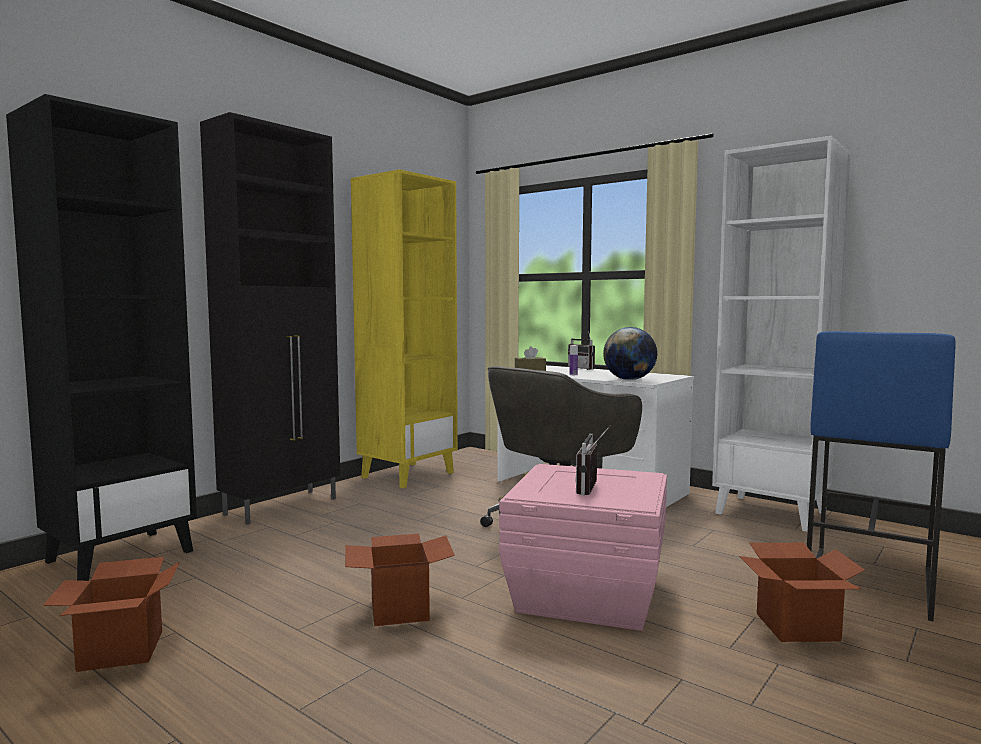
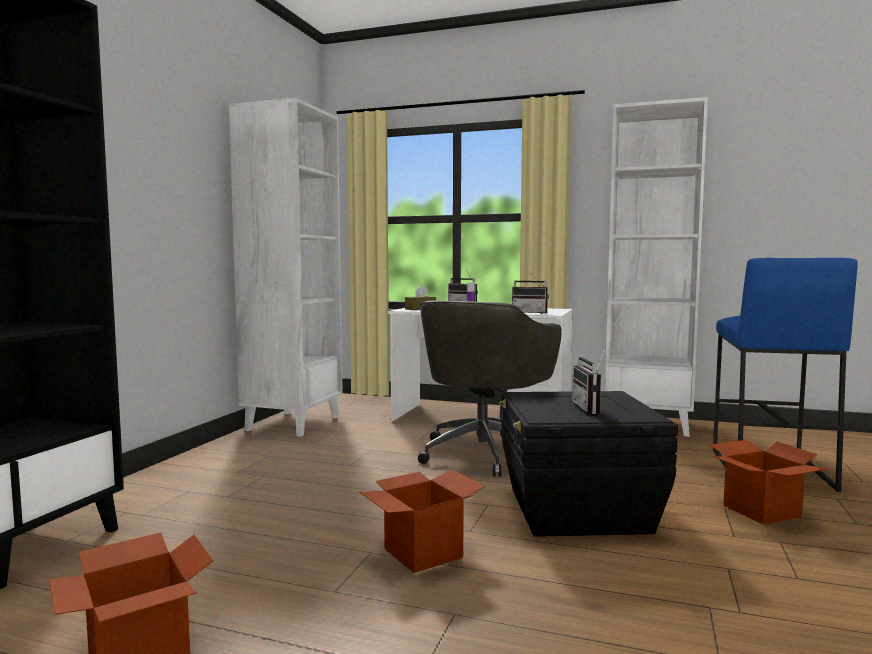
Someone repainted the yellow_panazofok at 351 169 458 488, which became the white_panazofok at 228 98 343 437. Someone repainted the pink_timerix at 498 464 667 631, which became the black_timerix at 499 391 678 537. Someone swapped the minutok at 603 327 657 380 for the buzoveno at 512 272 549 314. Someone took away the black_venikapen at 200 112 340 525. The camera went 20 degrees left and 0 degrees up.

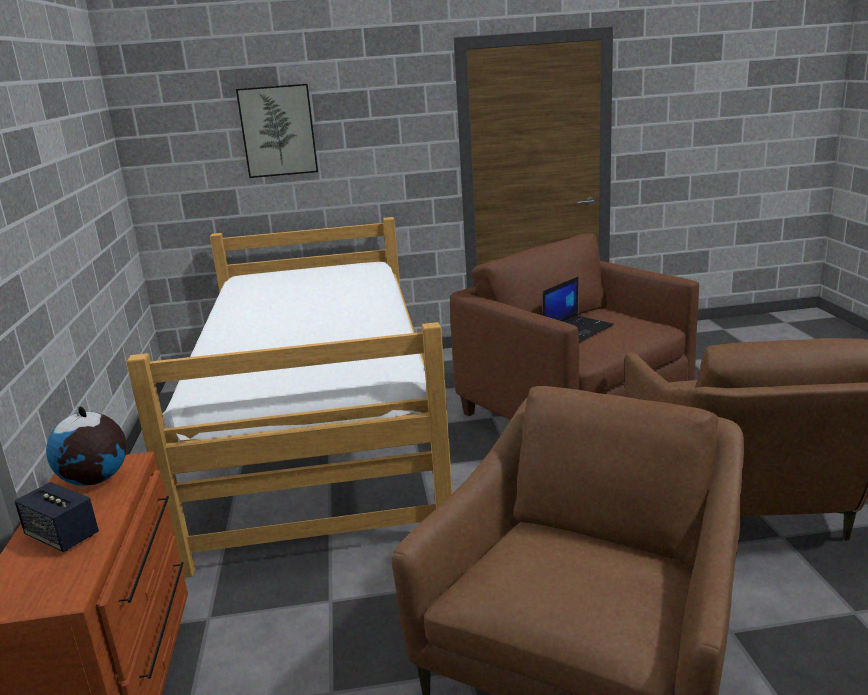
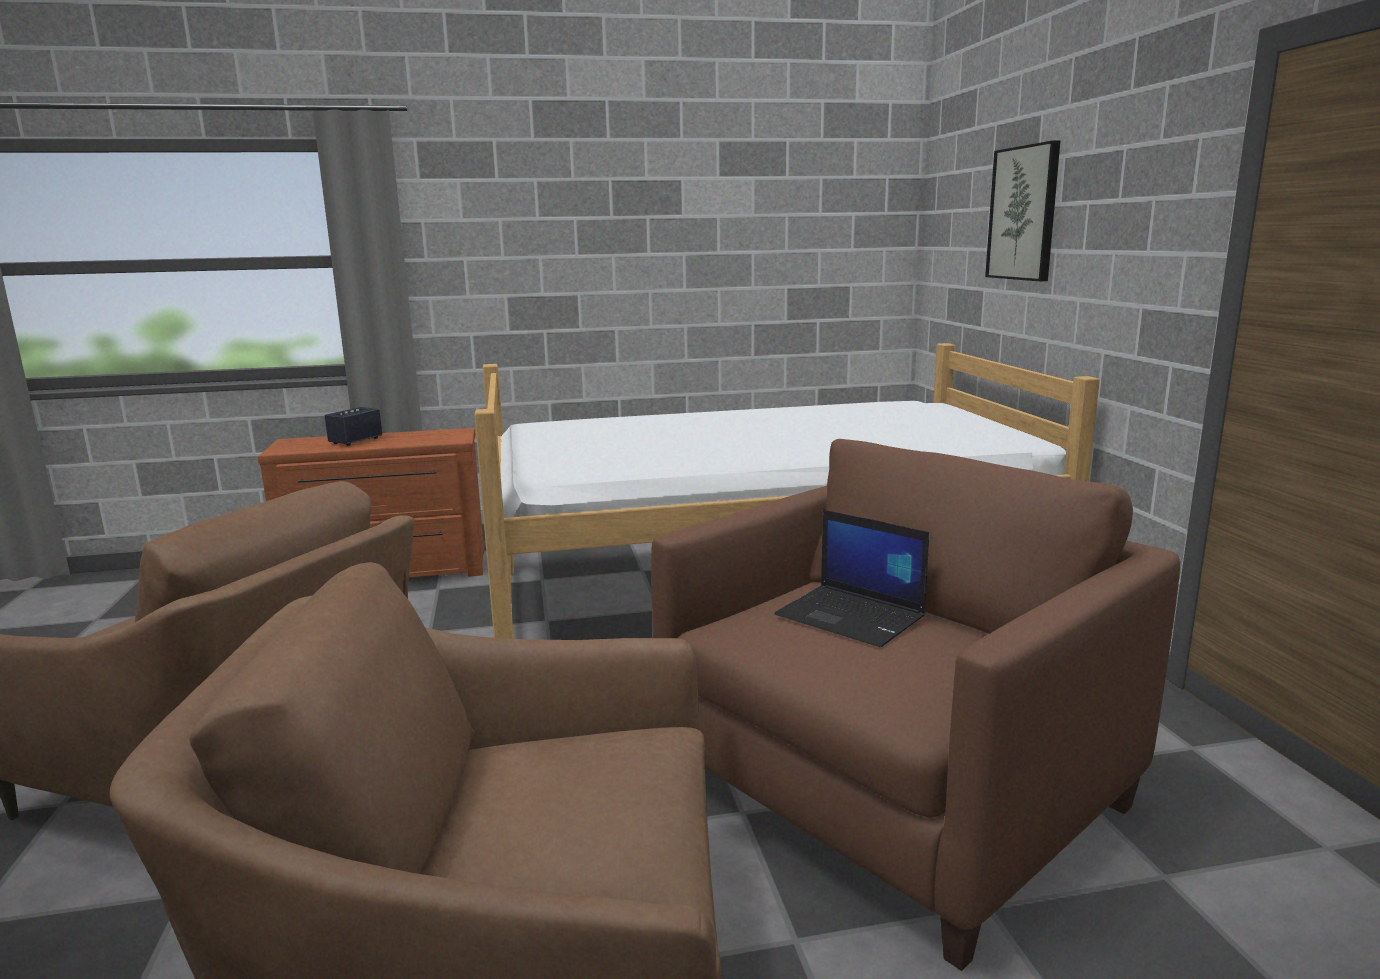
Someone took away the minutok at 46 406 127 486. The camera went 85 degrees right and 5 degrees down.

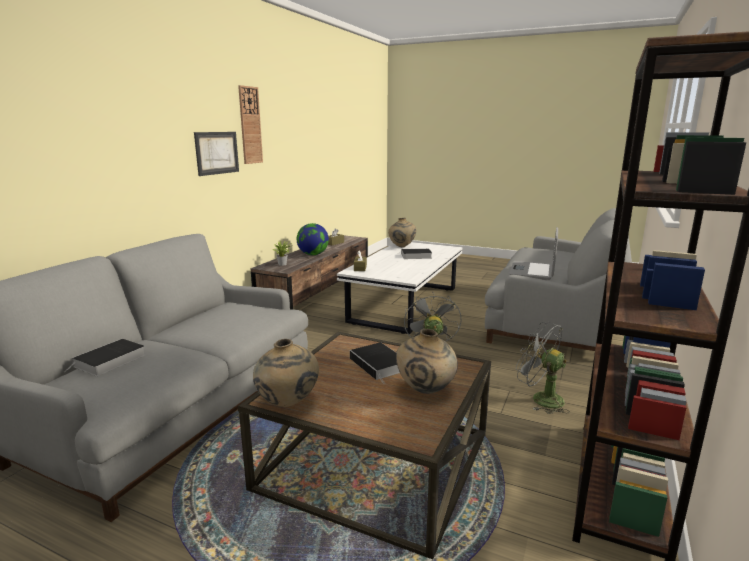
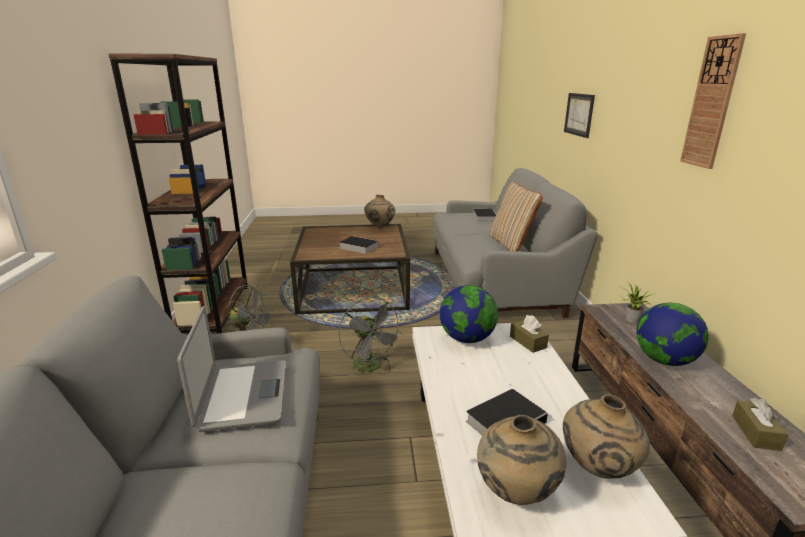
Someone put down the minutok at 440 285 498 343. Someone carried the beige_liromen from 396 329 458 394 to 477 415 567 505. Someone put down the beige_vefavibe at 489 182 543 251. Someone carried the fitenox from 194 132 239 176 to 564 93 595 138. The camera went 150 degrees right and 5 degrees up.

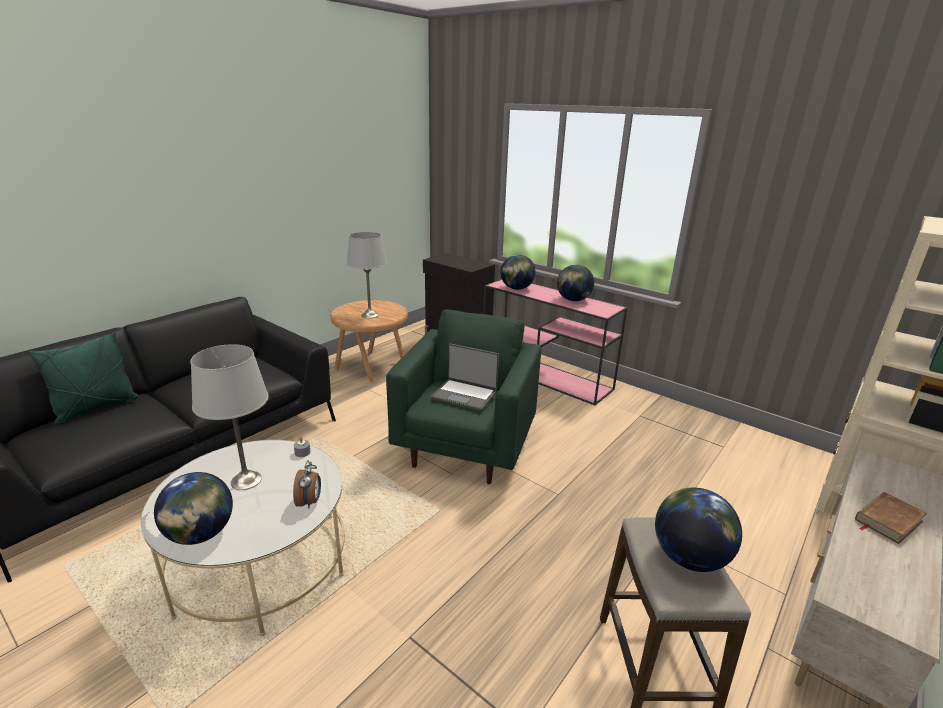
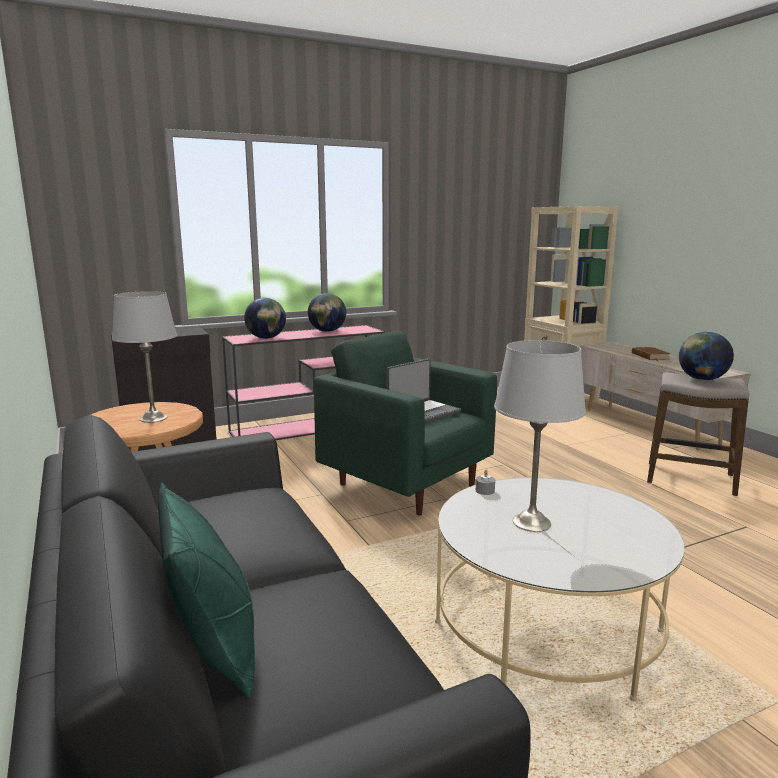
Someone took away the minutok at 154 472 233 545. Someone took away the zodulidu at 293 460 321 509. The camera went 65 degrees left and 10 degrees down.

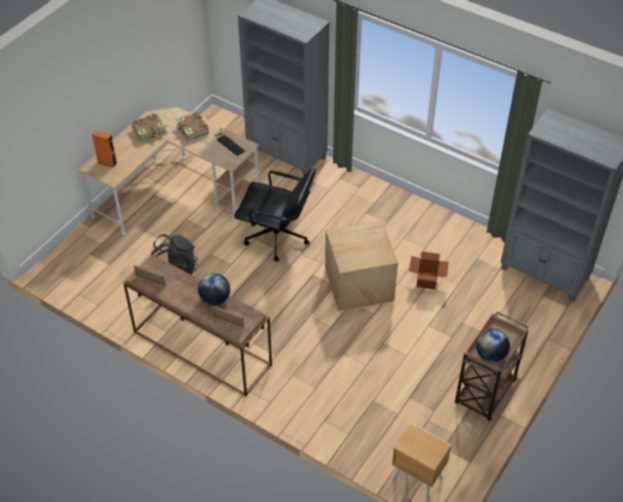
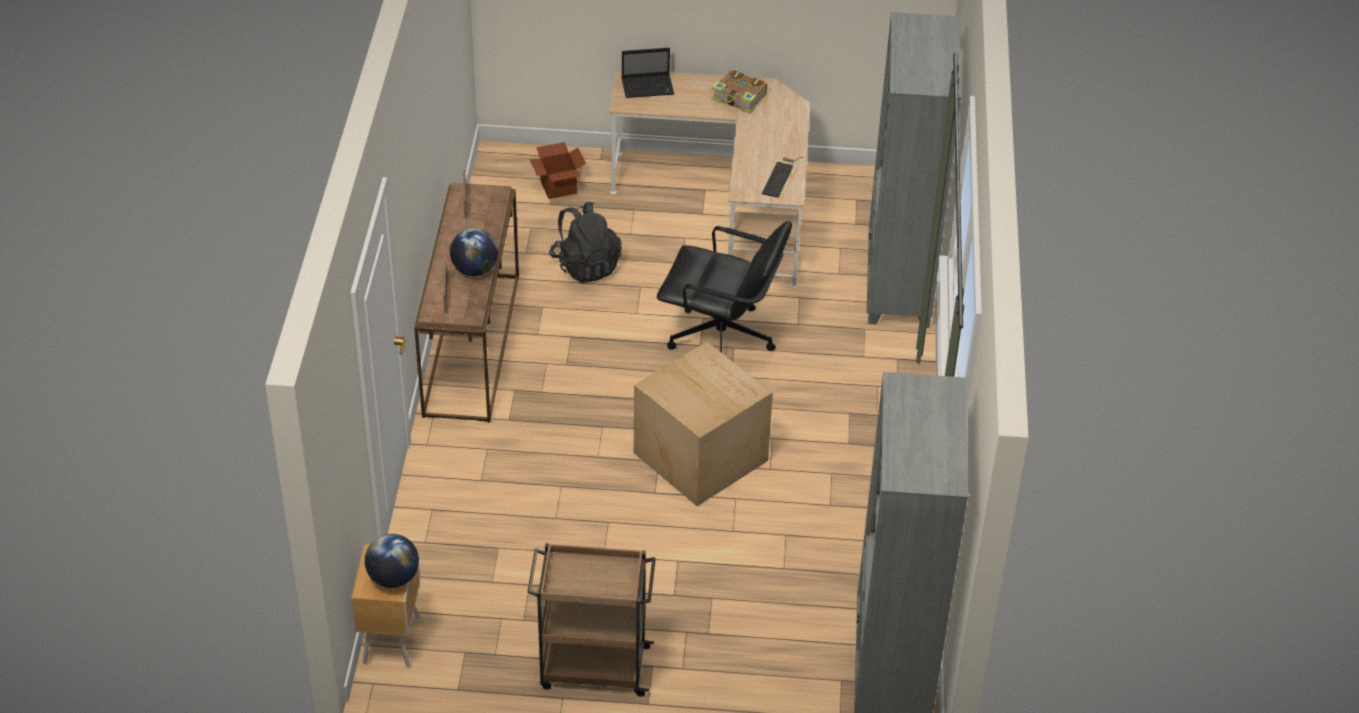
Someone carried the minutok from 476 329 510 362 to 365 534 419 588. Someone carried the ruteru from 409 252 449 290 to 530 142 586 199. Someone swapped the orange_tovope at 92 131 117 167 for the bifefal at 621 48 674 98. Someone rotated the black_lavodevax at 234 168 316 261 by 60 degrees counterclockwise. Someone took away the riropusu at 176 112 209 142. The camera went 60 degrees right and 5 degrees down.

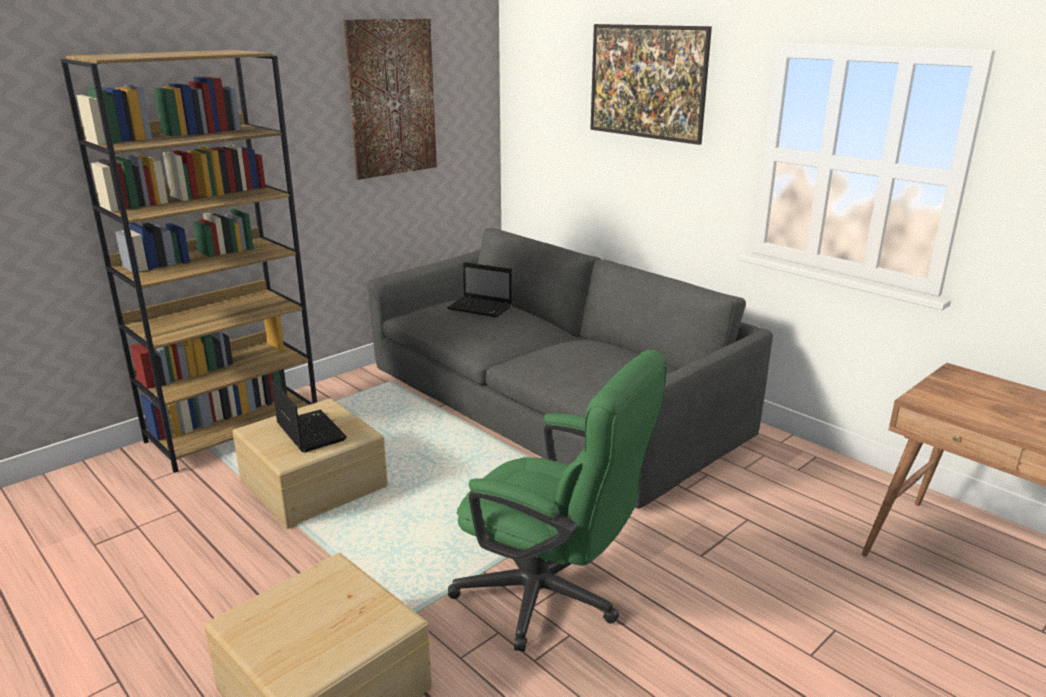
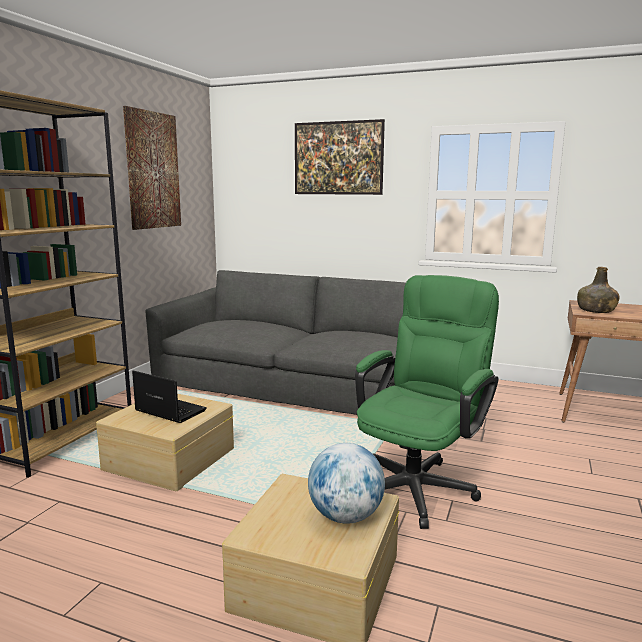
Someone put down the minutok at 308 443 385 524. Someone rotated the green_lavodevax at 448 350 666 652 by 60 degrees counterclockwise. Someone put down the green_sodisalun at 577 267 620 313. Someone took away the bifefal at 447 262 512 317. The camera went 25 degrees left and 10 degrees down.

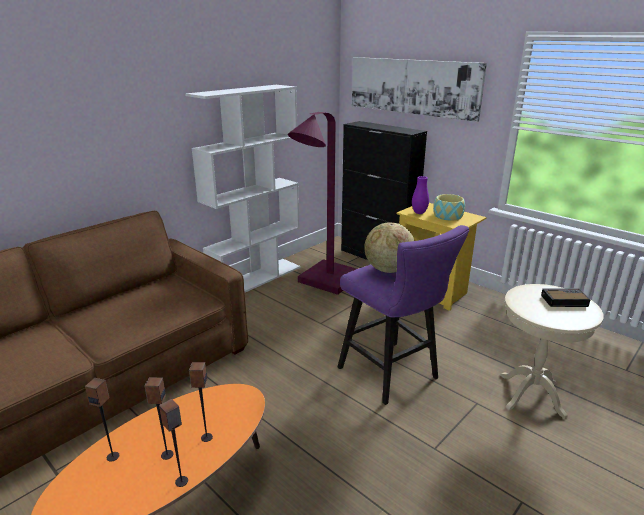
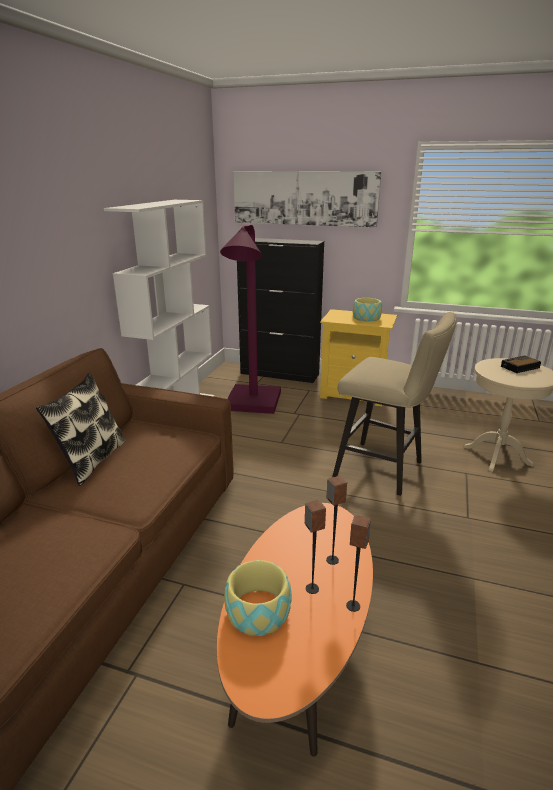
Someone put down the vefavibe at 36 373 126 486. Someone swapped the tovope at 85 378 119 462 for the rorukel at 224 560 292 636. Someone repainted the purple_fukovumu at 338 225 469 405, which became the beige_fukovumu at 333 312 456 496. Someone took away the minutok at 364 222 415 273. Someone took away the purple_liromen at 412 176 429 214. The camera went 25 degrees left and 0 degrees up.

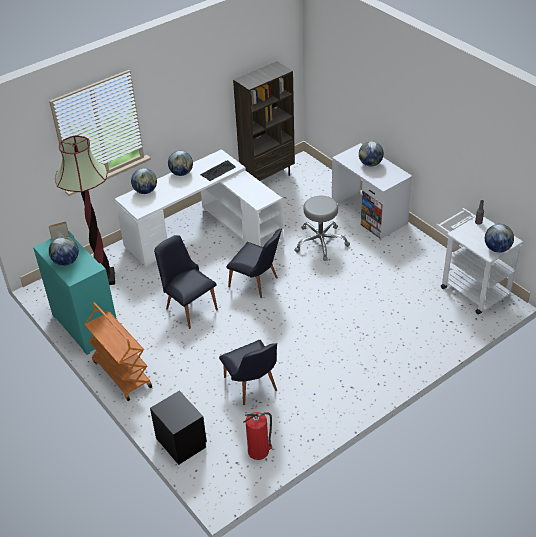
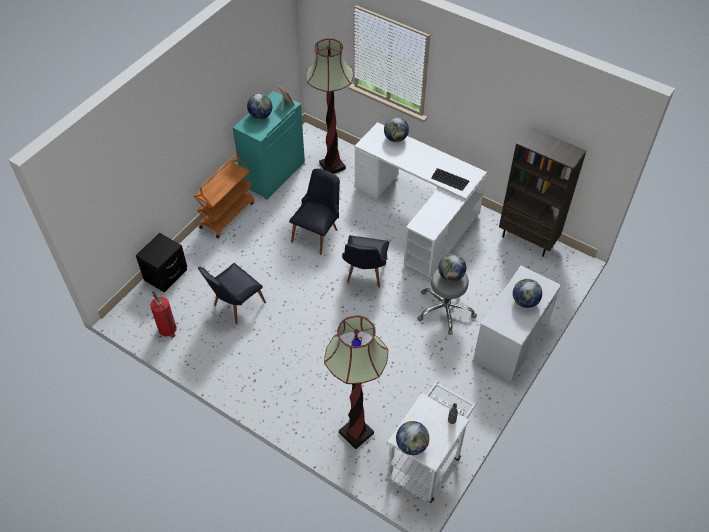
Someone put down the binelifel at 324 315 388 449. Someone carried the minutok from 168 151 193 176 to 438 254 466 282. The camera went 70 degrees right and 10 degrees up.

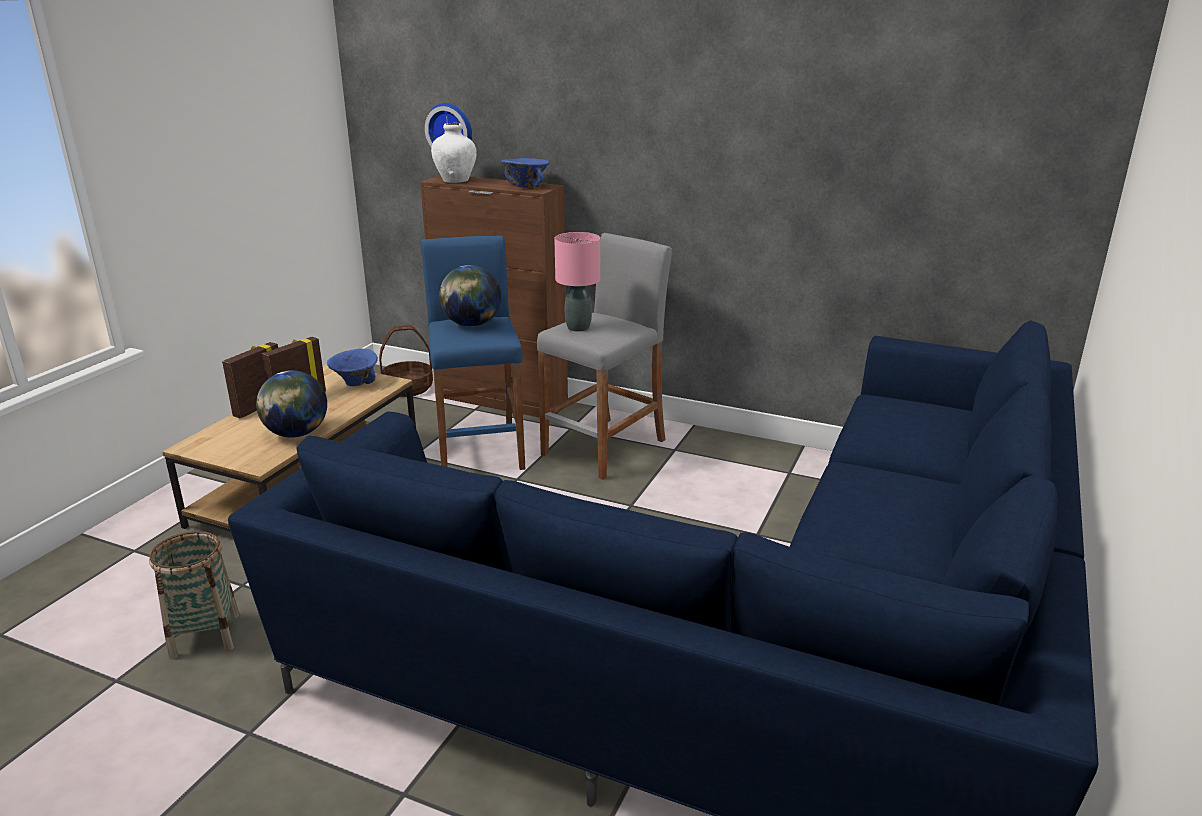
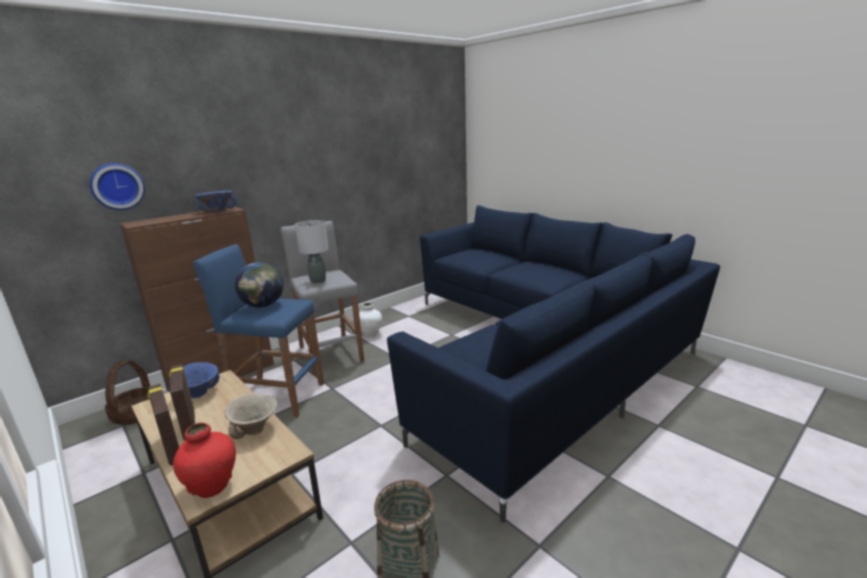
Someone put down the red_liromen at 173 423 236 498. Someone swapped the minutok at 256 370 327 438 for the beige_rorukel at 225 394 277 439. Someone repainted the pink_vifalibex at 554 232 600 332, which became the grey_vifalibex at 295 220 329 284. Someone carried the white_liromen from 431 123 477 183 to 359 303 382 337. The camera went 65 degrees left and 5 degrees down.

